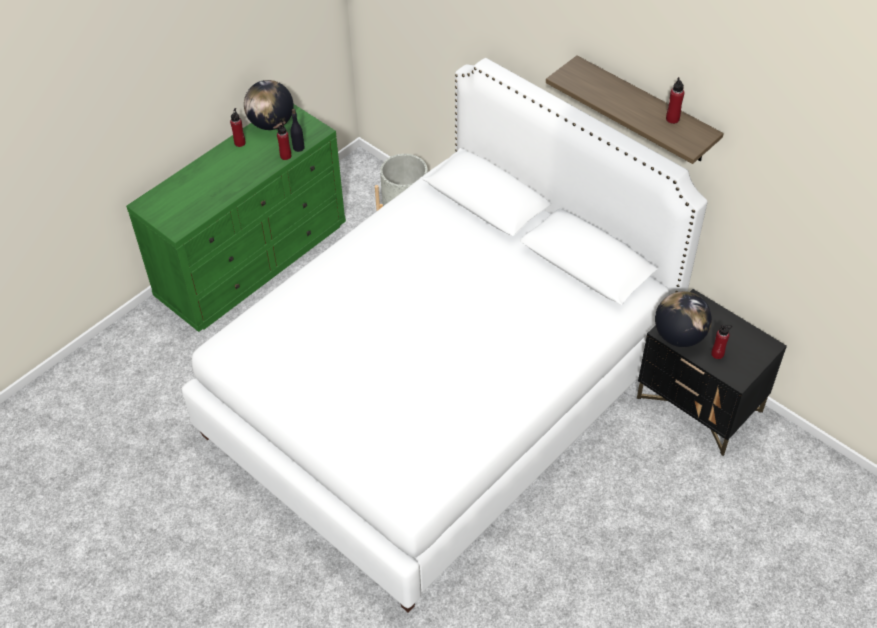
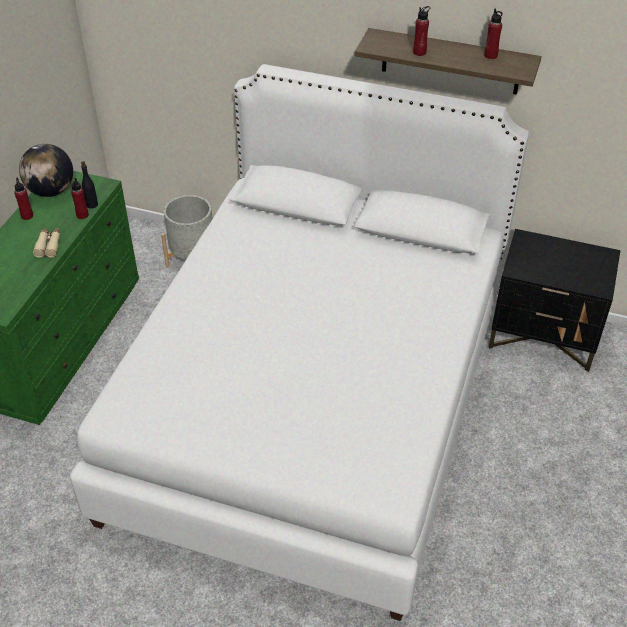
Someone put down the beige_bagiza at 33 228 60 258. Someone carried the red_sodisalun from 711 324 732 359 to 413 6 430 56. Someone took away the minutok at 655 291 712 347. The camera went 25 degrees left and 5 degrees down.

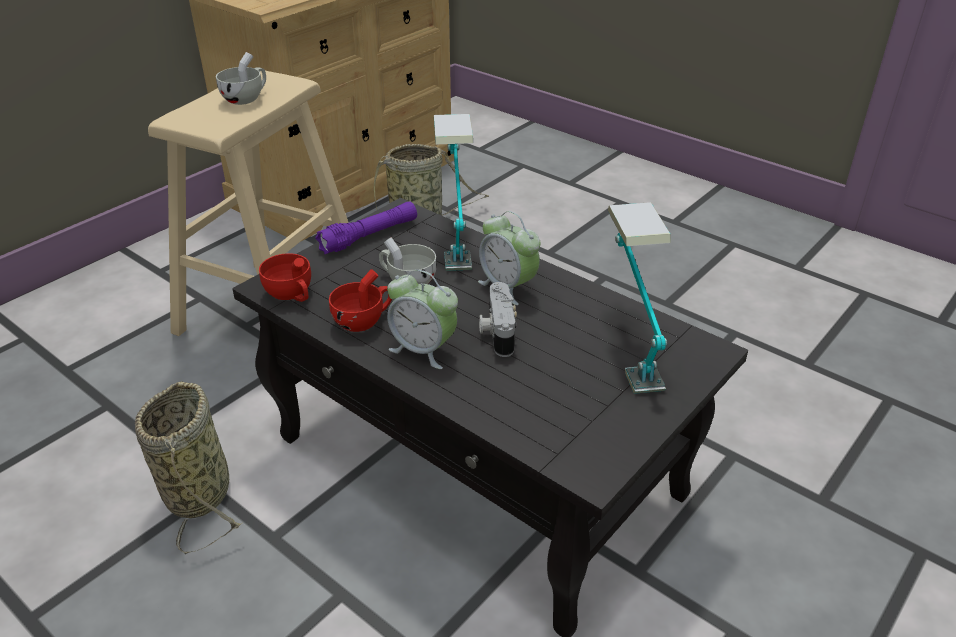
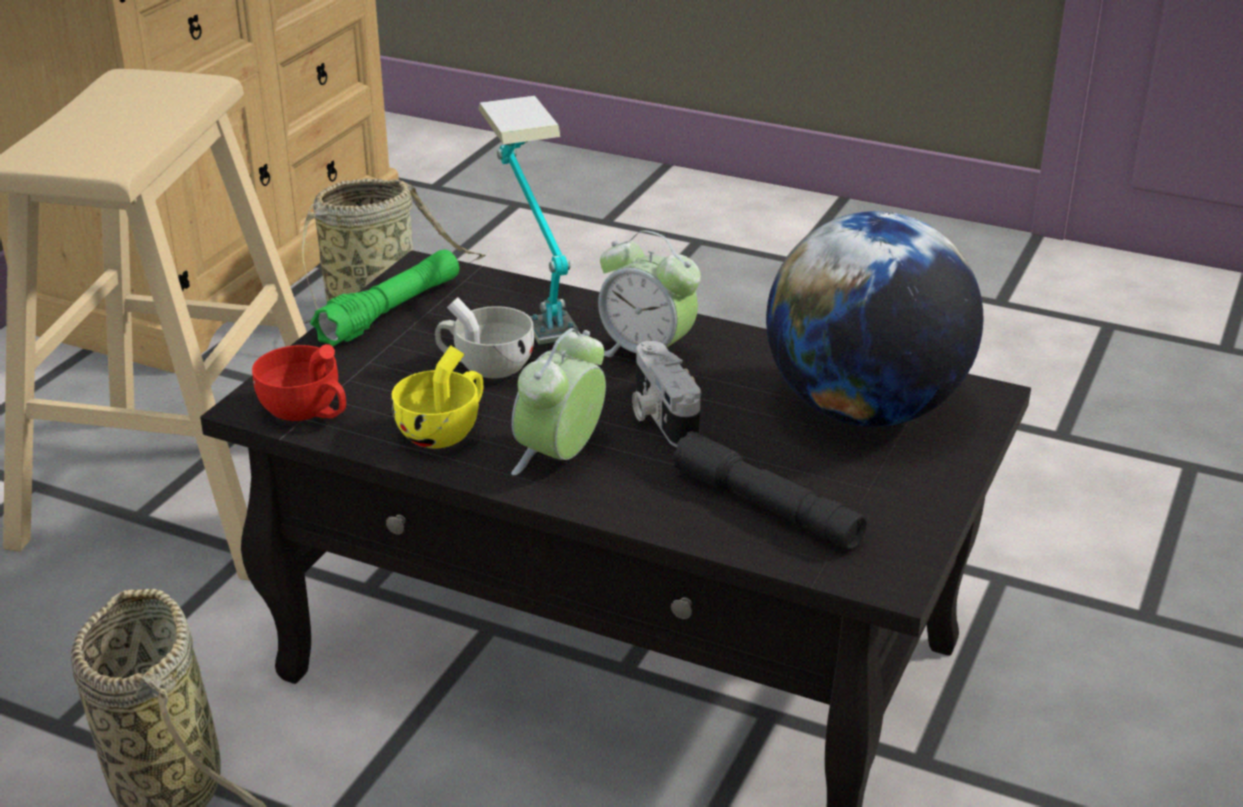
Someone repainted the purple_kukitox at 315 202 417 254, which became the green_kukitox at 310 249 459 346. Someone repainted the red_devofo at 329 269 392 332, which became the yellow_devofo at 392 345 483 448. Someone rotated the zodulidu at 387 269 458 369 by 105 degrees clockwise. Someone put down the black_kukitox at 673 431 867 550. Someone swapped the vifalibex at 607 202 671 394 for the minutok at 766 211 983 427. Someone took away the white_devofo at 216 52 266 105. The camera went 15 degrees left and 5 degrees down.

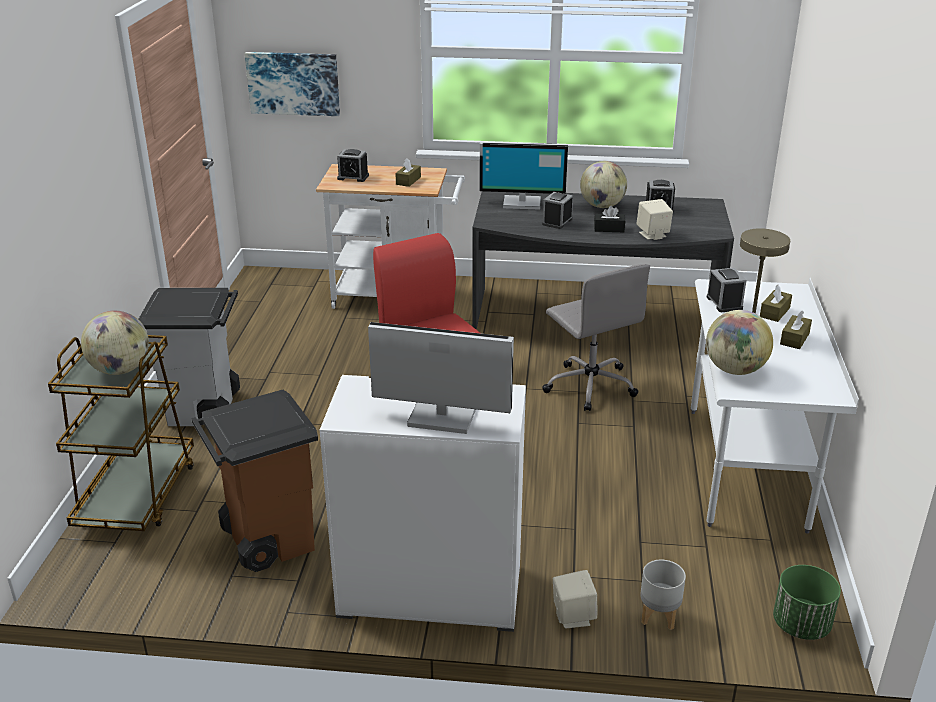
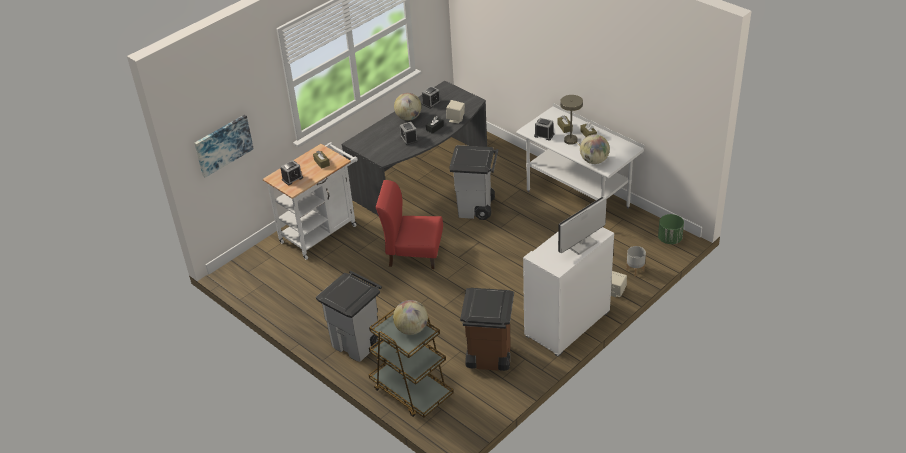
Someone swapped the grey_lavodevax at 542 264 650 411 for the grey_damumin at 449 145 498 220. Someone took away the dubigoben at 479 142 568 210. The camera went 50 degrees left and 10 degrees up.

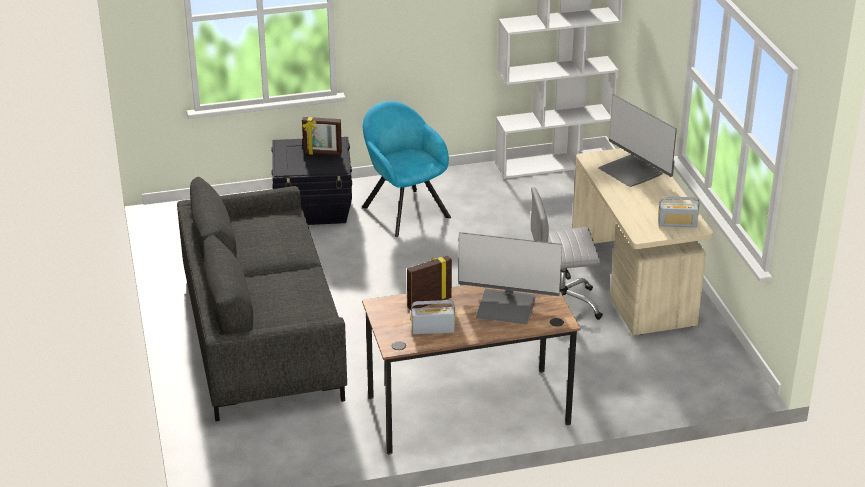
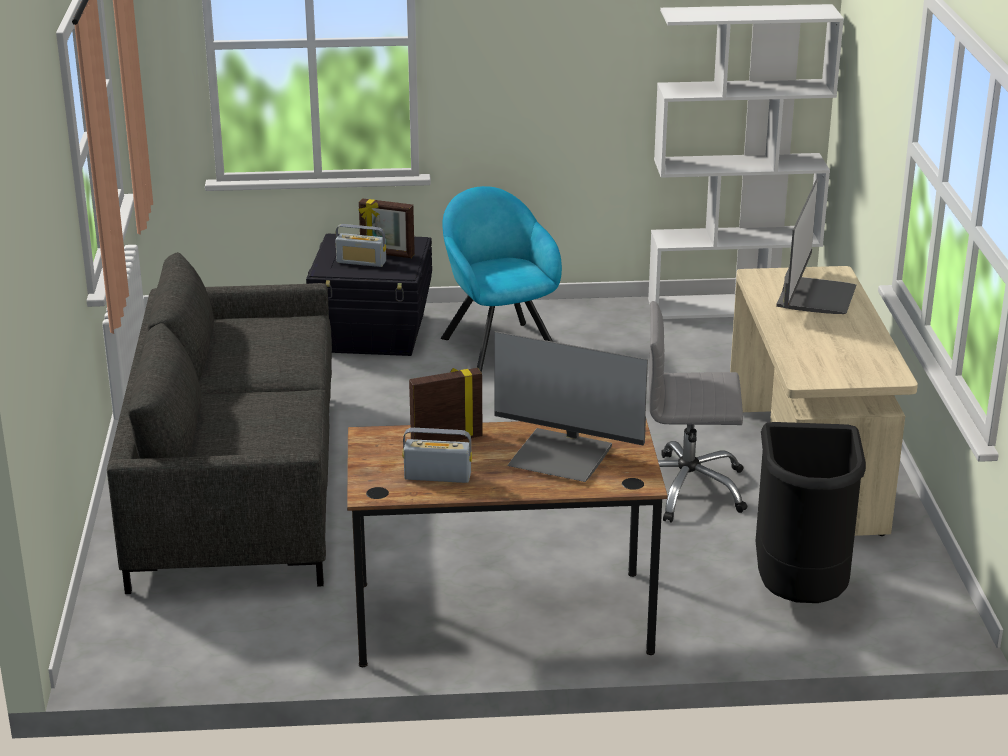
Someone carried the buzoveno from 658 197 699 227 to 335 224 386 267. Someone put down the black_damumin at 756 422 866 603. Someone rotated the dubigoben at 598 94 677 187 by 135 degrees counterclockwise. The camera went 10 degrees right and 5 degrees down.

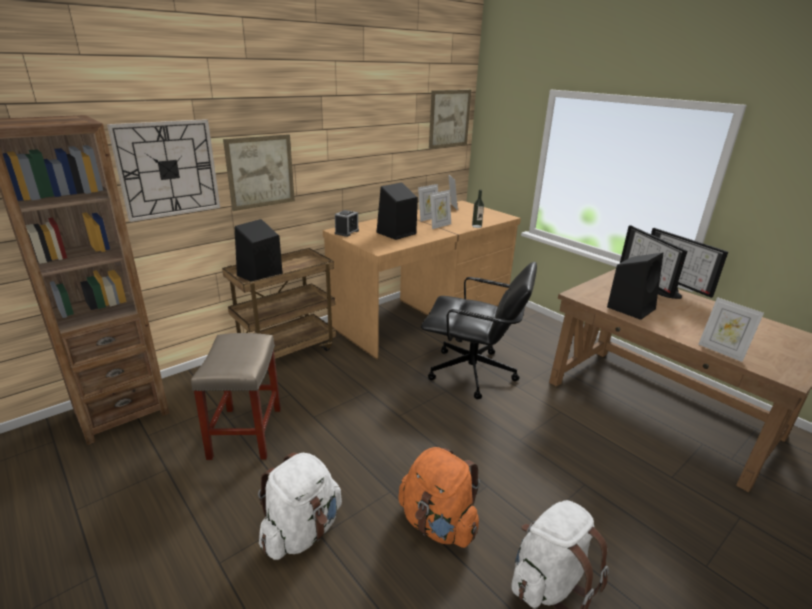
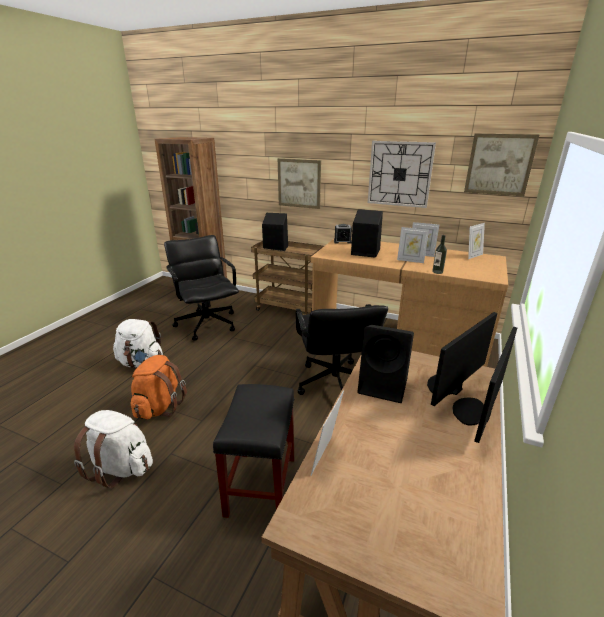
Someone swapped the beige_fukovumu at 191 333 281 460 for the black_lavodevax at 164 235 239 340. Someone put down the black_fukovumu at 213 384 295 518. Someone carried the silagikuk from 107 119 220 222 to 368 141 436 208. The camera went 65 degrees right and 0 degrees up.

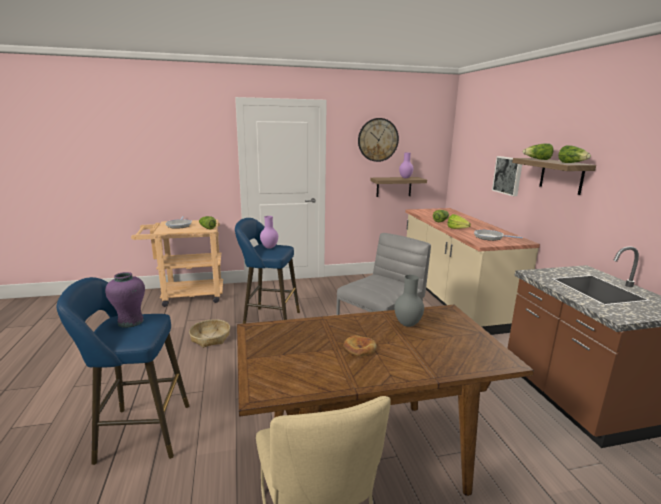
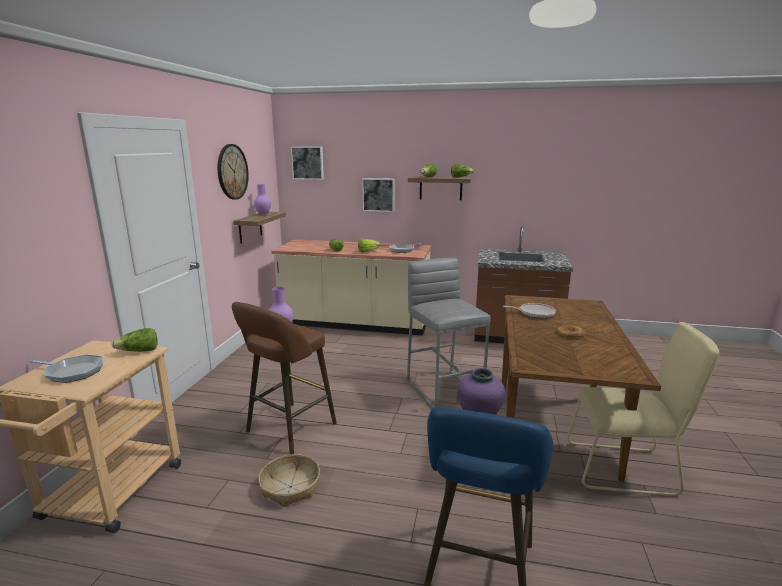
Someone repainted the blue_fukovumu at 235 218 300 324, which became the brown_fukovumu at 232 302 337 454. Someone put up the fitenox at 291 146 324 180. Someone swapped the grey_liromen at 394 275 424 327 for the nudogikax at 503 303 556 318. The camera went 65 degrees left and 0 degrees up.

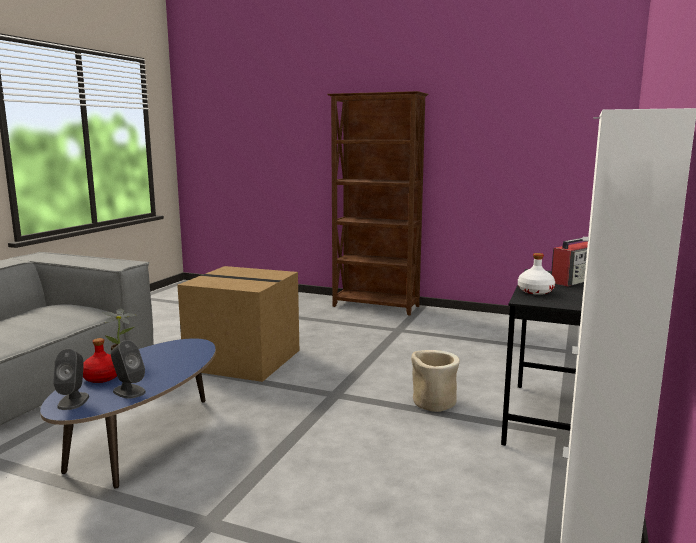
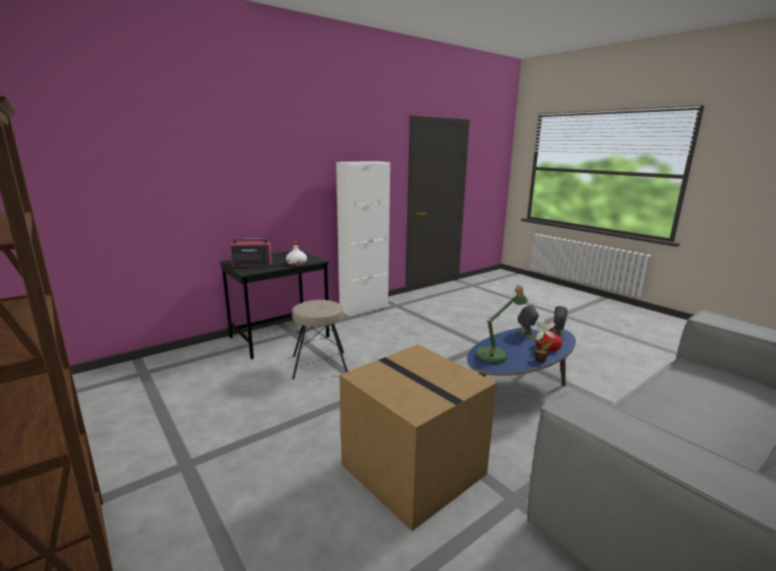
Someone swapped the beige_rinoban at 411 350 460 412 for the beige_fukovumu at 292 300 348 380. Someone put down the vifalibex at 475 285 528 364. The camera went 150 degrees left and 5 degrees up.

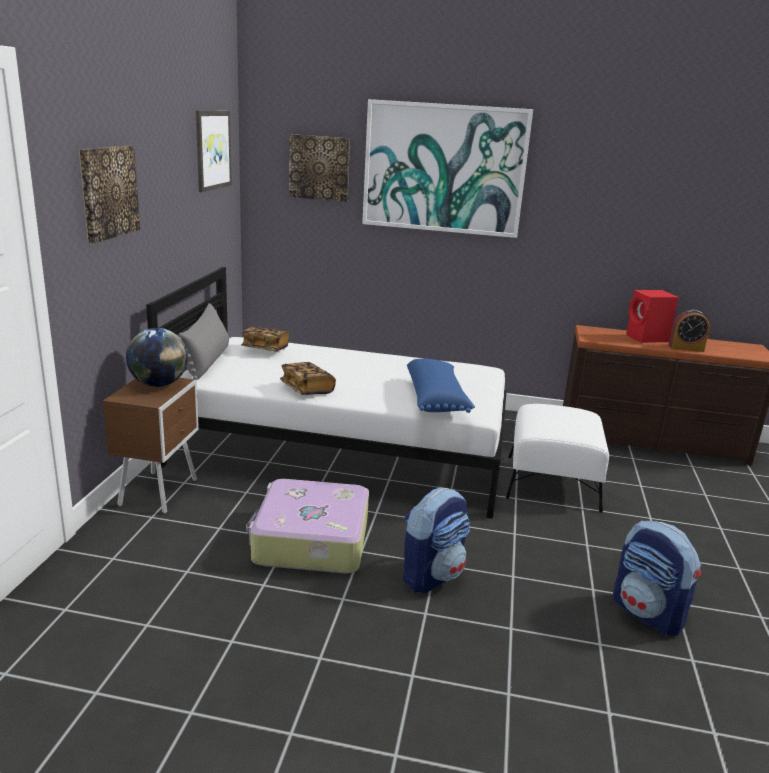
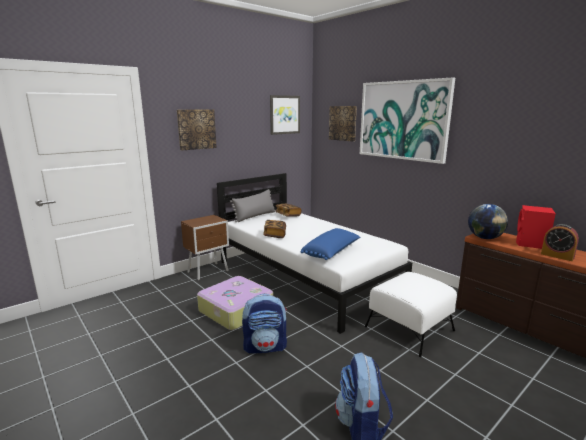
Someone carried the minutok from 126 328 188 387 to 468 204 508 239. The camera went 40 degrees right and 5 degrees down.

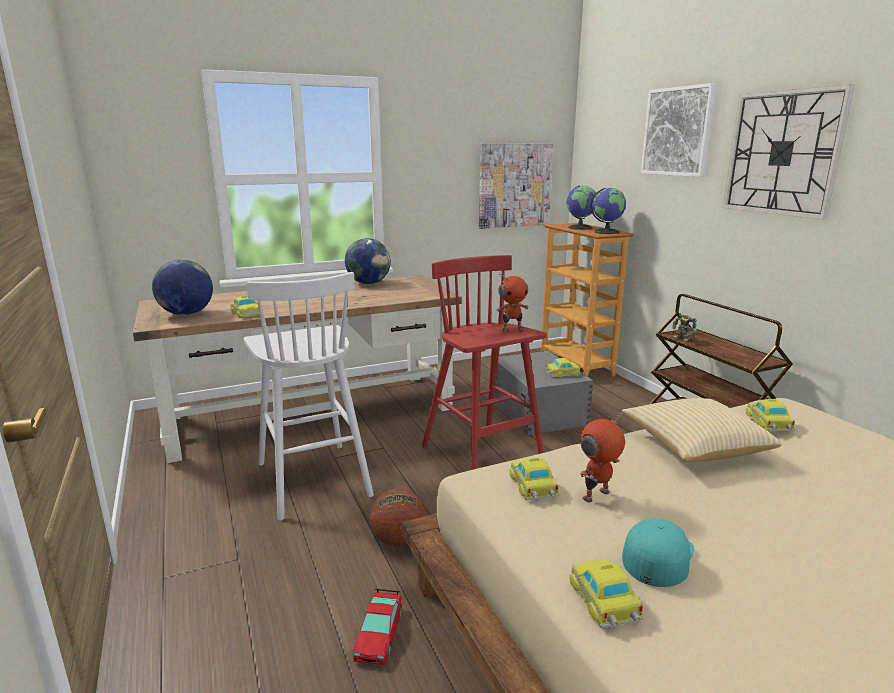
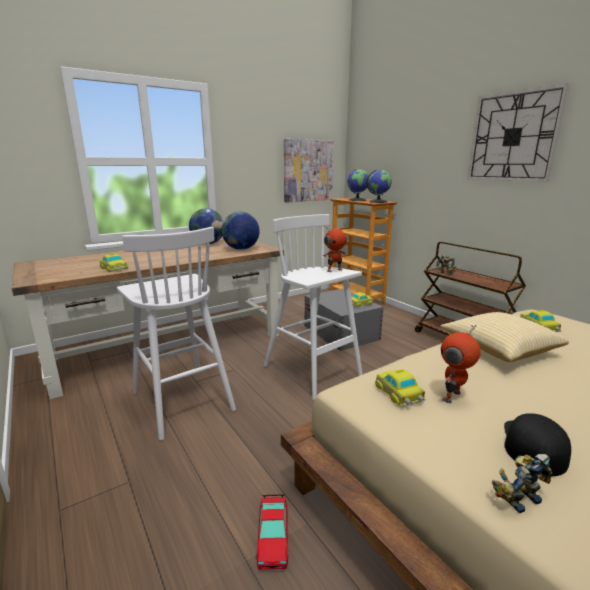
Someone carried the minutok from 152 259 213 315 to 222 212 260 250. Someone repainted the red_fukovumu at 422 255 547 470, which became the white_fukovumu at 264 214 363 400. Someone swapped the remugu at 570 559 644 628 for the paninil at 492 454 552 513. Someone repainted the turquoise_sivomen at 622 518 694 587, which became the black_sivomen at 504 413 571 476. Someone took away the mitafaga at 370 489 425 546. Someone took away the fitenox at 641 83 717 177. The camera went 10 degrees left and 0 degrees up.

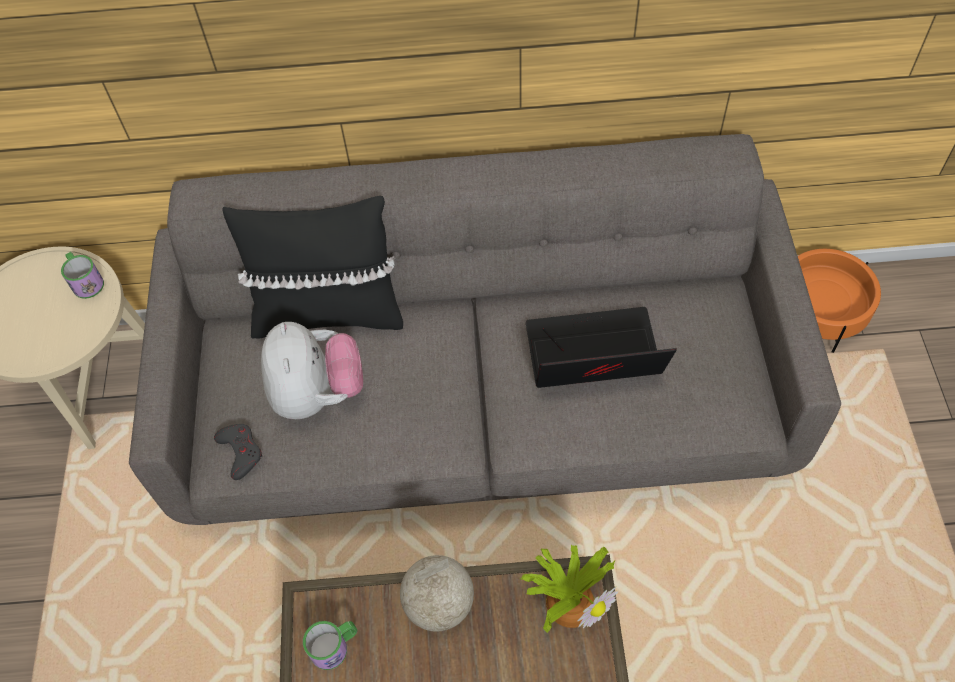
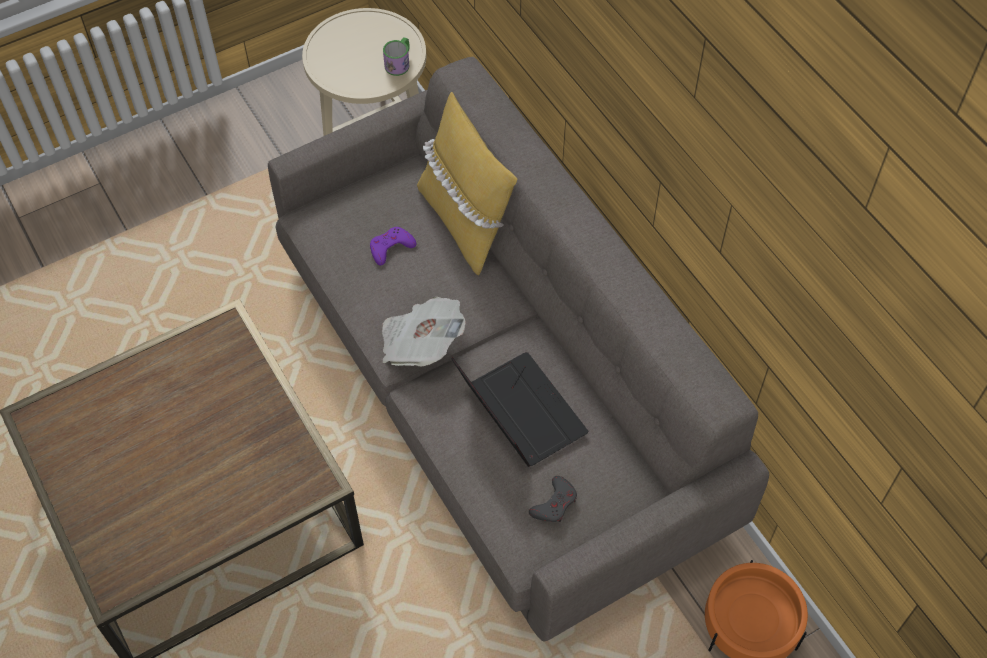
Someone swapped the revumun at 261 322 363 419 for the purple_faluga at 370 227 416 265. Someone put down the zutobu at 382 297 465 367. Someone repainted the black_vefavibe at 222 196 403 339, which became the yellow_vefavibe at 417 92 517 275. Someone carried the grey_faluga from 214 424 262 480 to 529 476 577 522. Someone took away the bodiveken at 303 621 358 670. Someone took away the minutok at 400 555 474 632. Someone took away the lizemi at 521 545 618 633. The camera went 60 degrees right and 0 degrees up.

